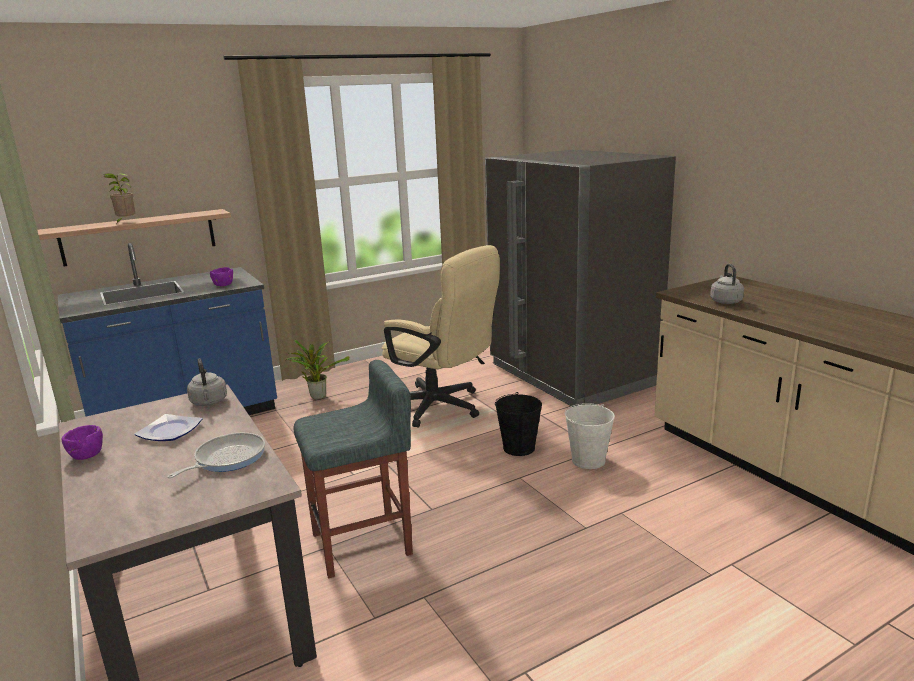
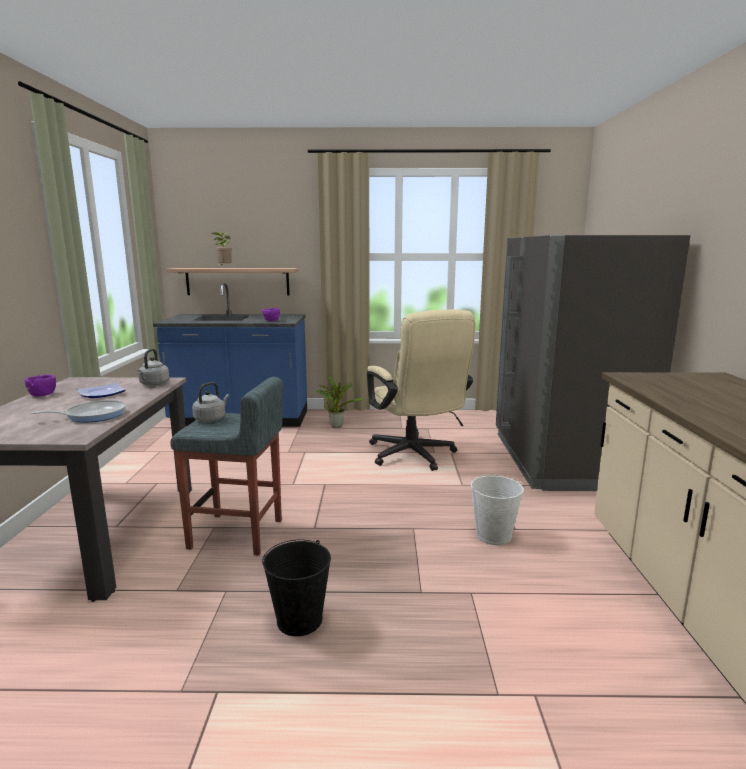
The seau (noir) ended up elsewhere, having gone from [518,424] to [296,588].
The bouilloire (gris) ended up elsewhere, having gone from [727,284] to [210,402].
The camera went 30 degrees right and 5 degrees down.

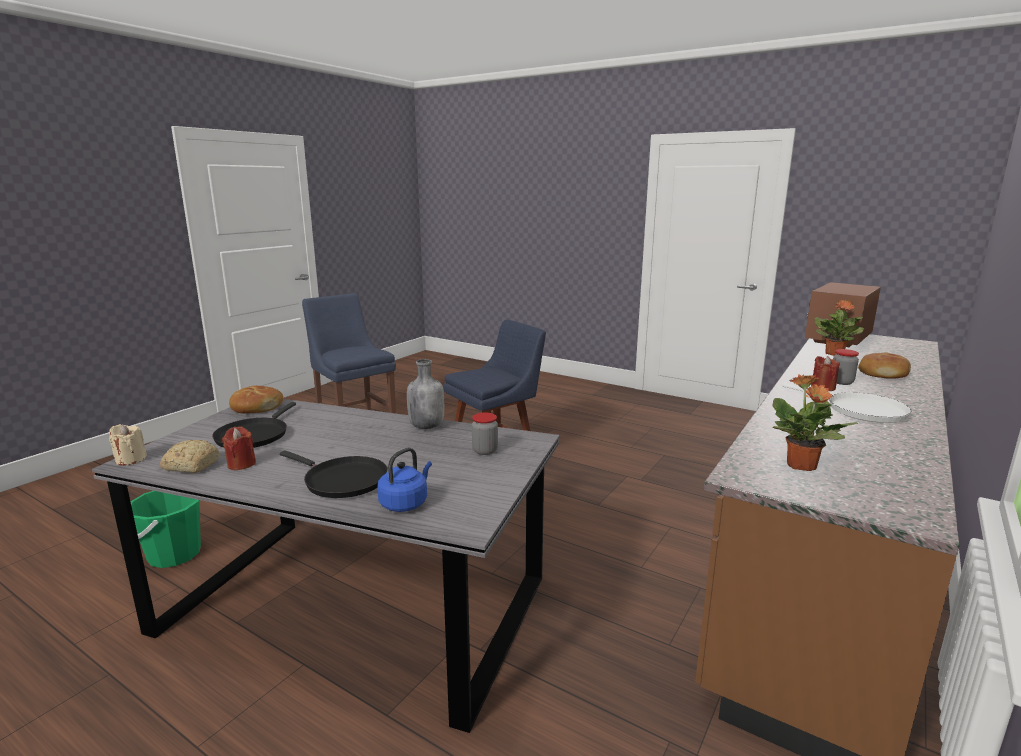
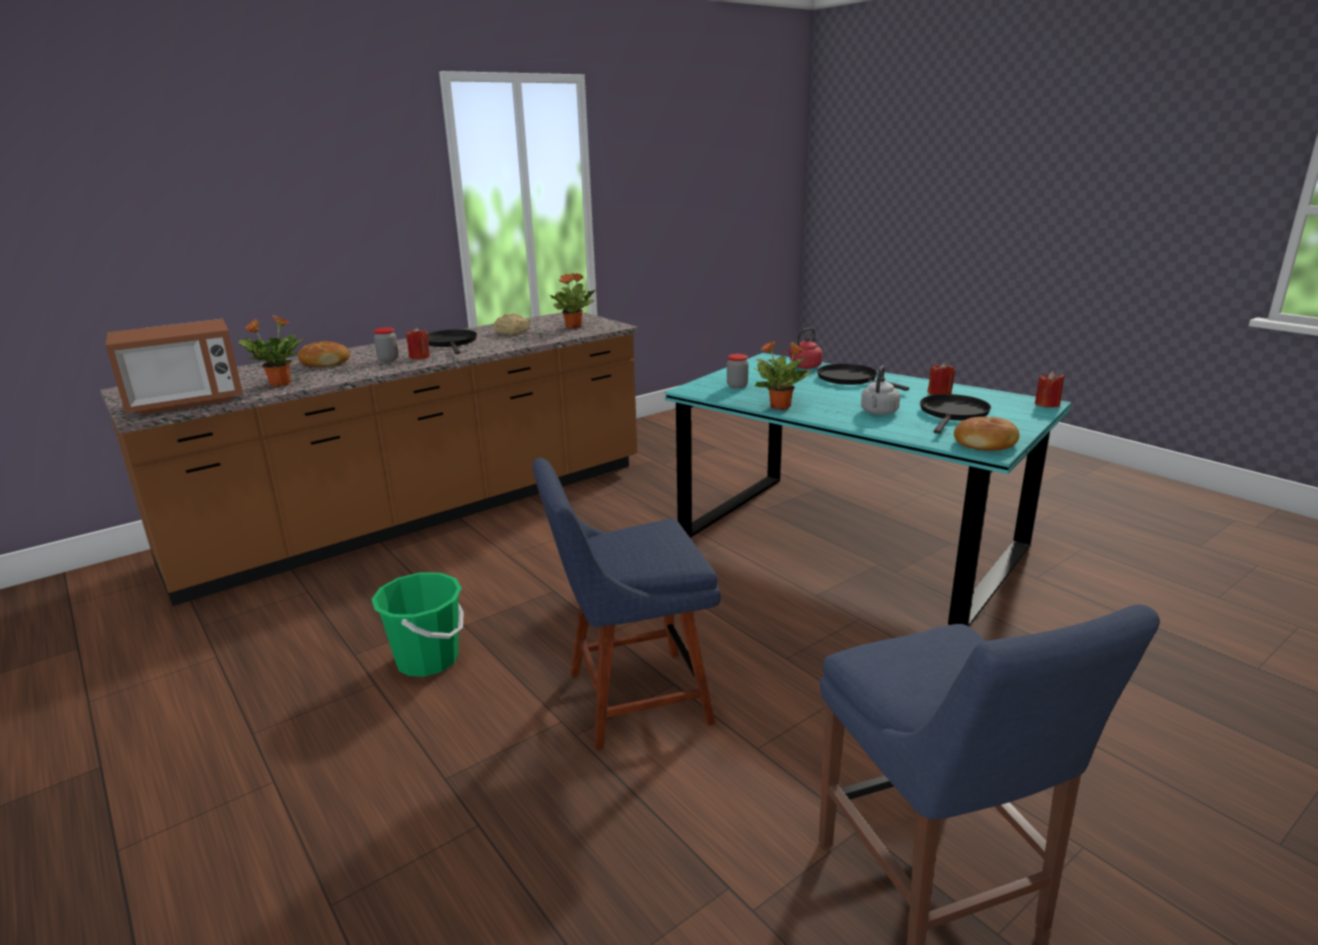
The second view gained the bouilloire (gris) at [880,390].
The seau (vert) ended up elsewhere, having gone from [166,529] to [417,624].
The pain ended up elsewhere, having gone from [190,456] to [511,324].
Where the bouteille (gris) stood at [425,394], the plante en pot came to stand at [782,375].
What was the table à manger (gris) at [326,566] turned into the table à manger (turquoise) at [868,490].
What was the bougie (beige) at [128,445] turned into the bougie (rouge) at [1050,389].
What was the bouilloire (bleu) at [404,480] turned into the bouilloire (rouge) at [804,348].
What was the poêle (blanc) at [847,403] turned into the poêle (noir) at [452,341].
The camera went 160 degrees left and 5 degrees up.

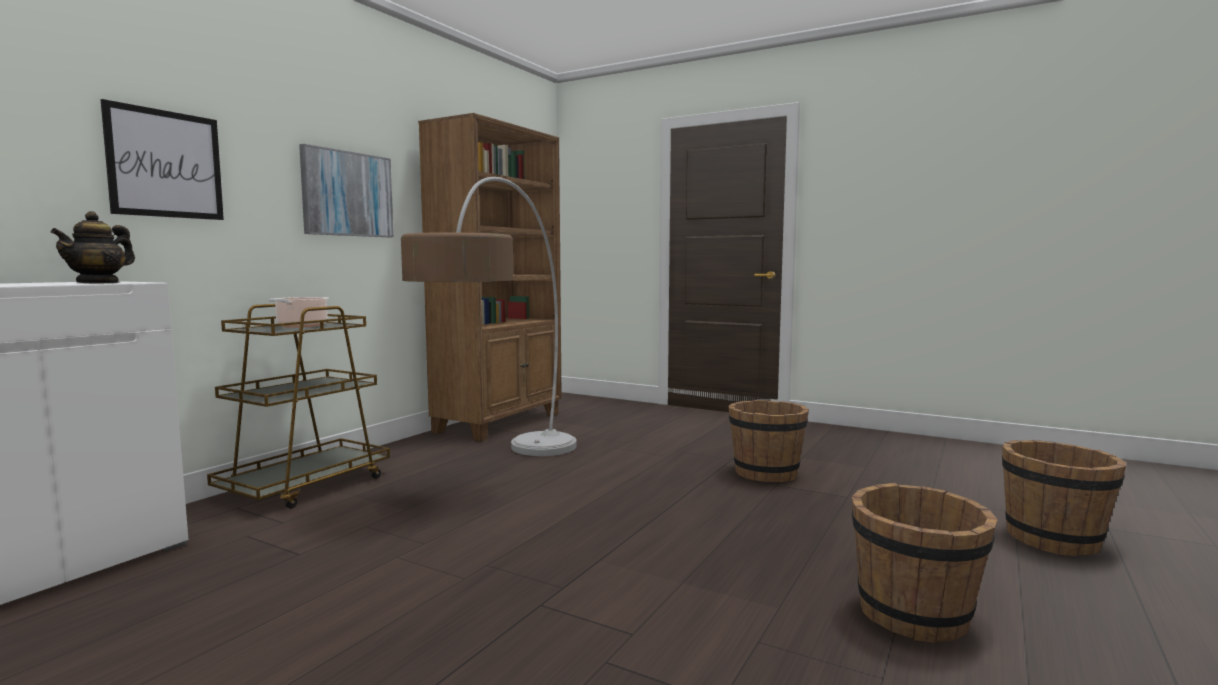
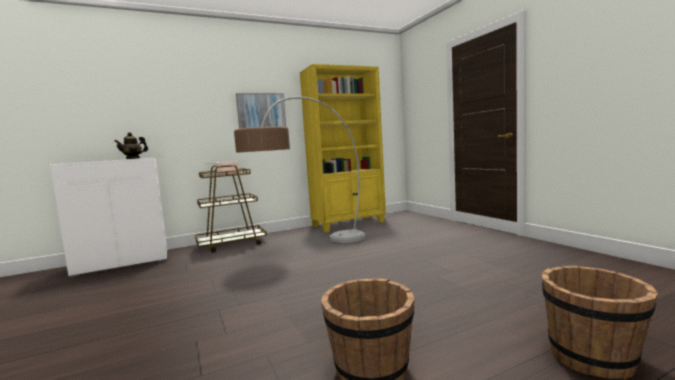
The second view lost the tableau at [162,159].
The second view lost the seau (marron) at [768,441].
What was the bibliothèque (marron) at [490,277] turned into the bibliothèque (jaune) at [343,148].
The camera went 35 degrees right and 0 degrees up.

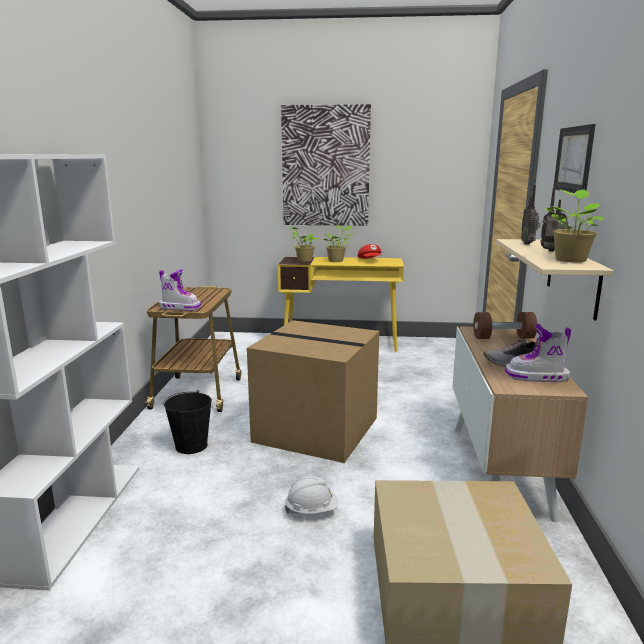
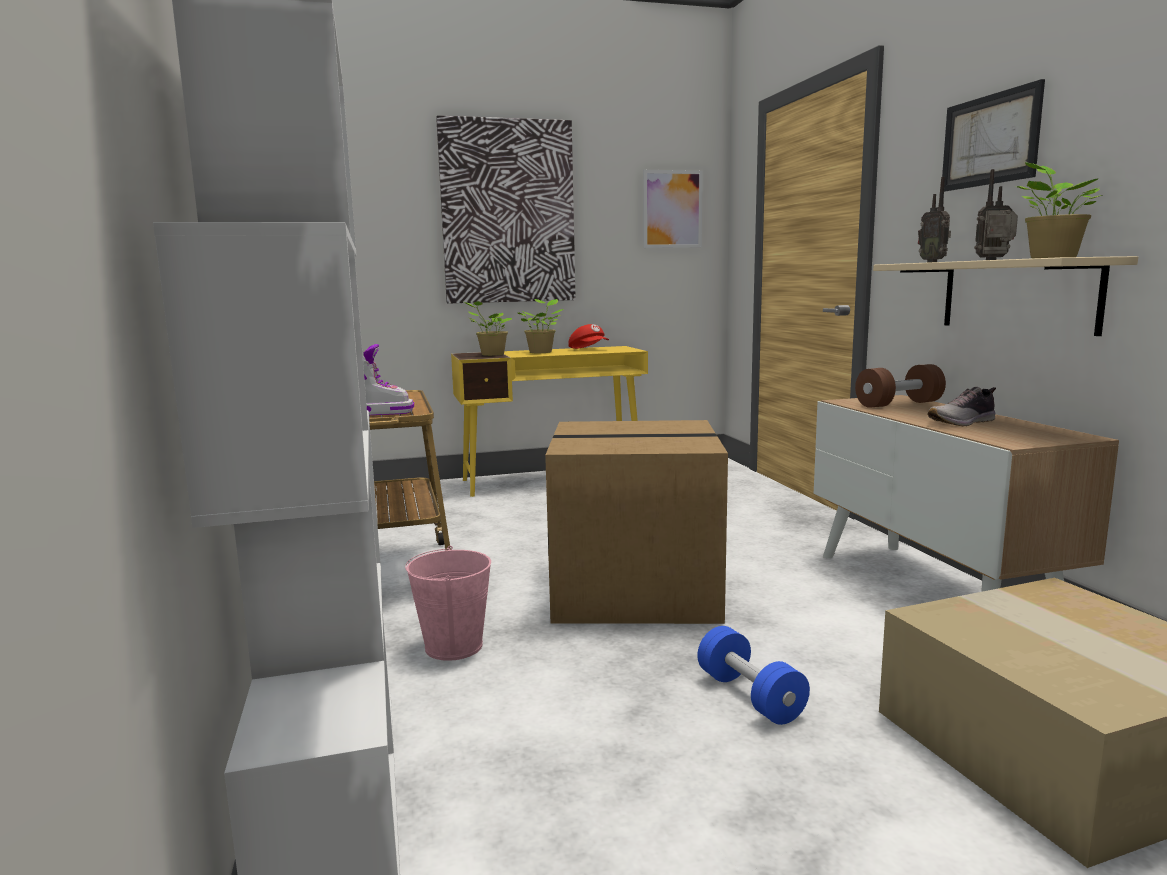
The second view lost the botte at [538,353].
The second view gained the tableau at [673,209].
Where the casque de chantier (blanc) stood at [312,495], the haltère (bleu) came to stand at [753,675].
What was the seau (noir) at [188,422] turned into the seau (rose) at [448,603].
The camera went 20 degrees left and 5 degrees down.

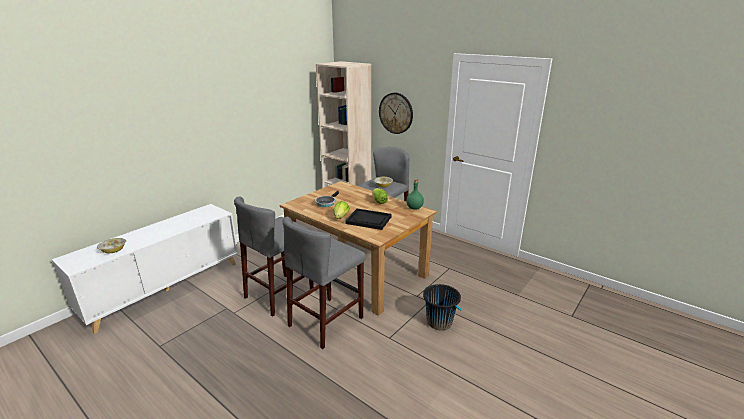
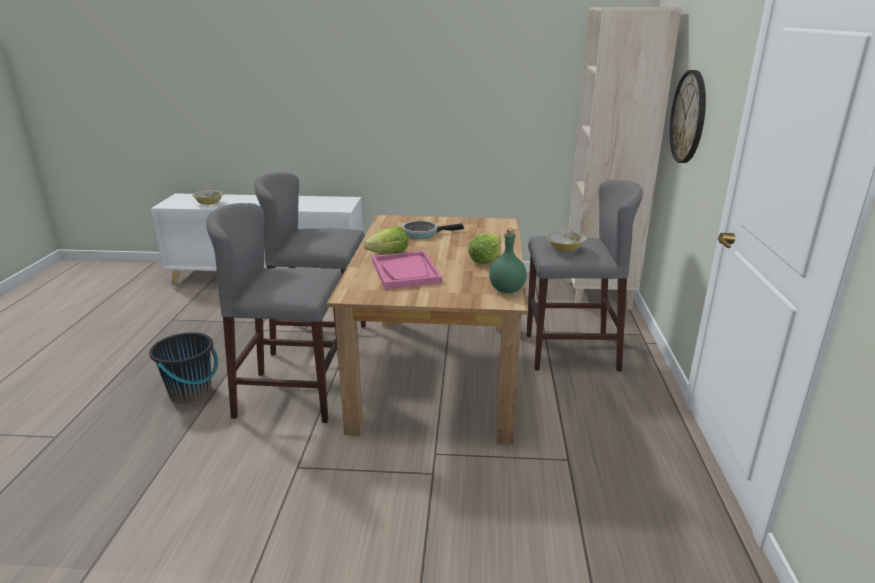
The seau (noir) ended up elsewhere, having gone from [442,307] to [183,368].
What was the plateau (noir) at [368,219] turned into the plateau (rose) at [407,270].
The camera went 55 degrees right and 0 degrees up.

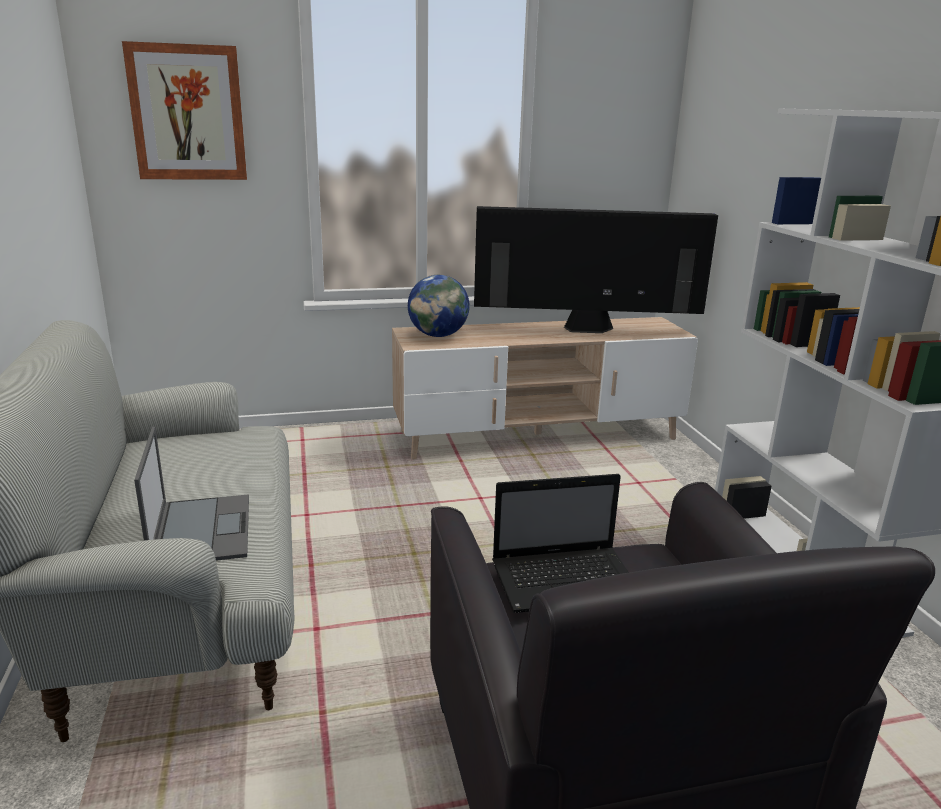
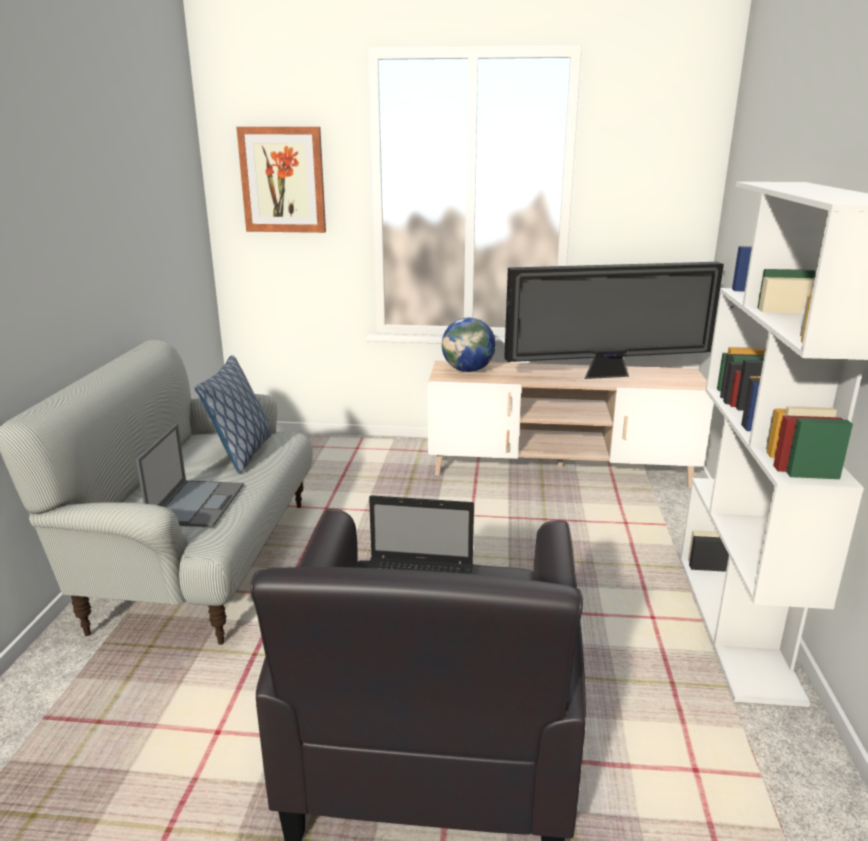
The second view gained the coussin at [233,414].
The téléviseur at [596,269] ended up facing another way, 150 degrees clockwise from before.
The camera went 20 degrees right and 0 degrees up.

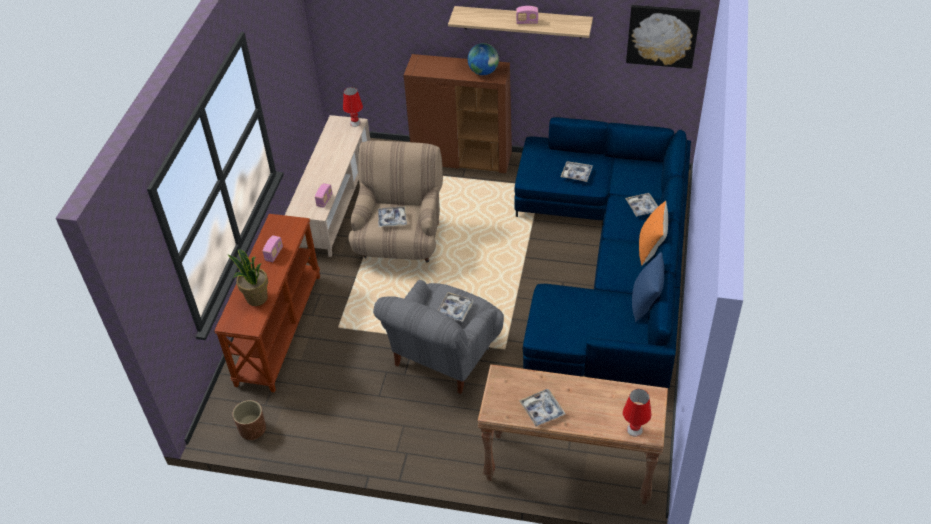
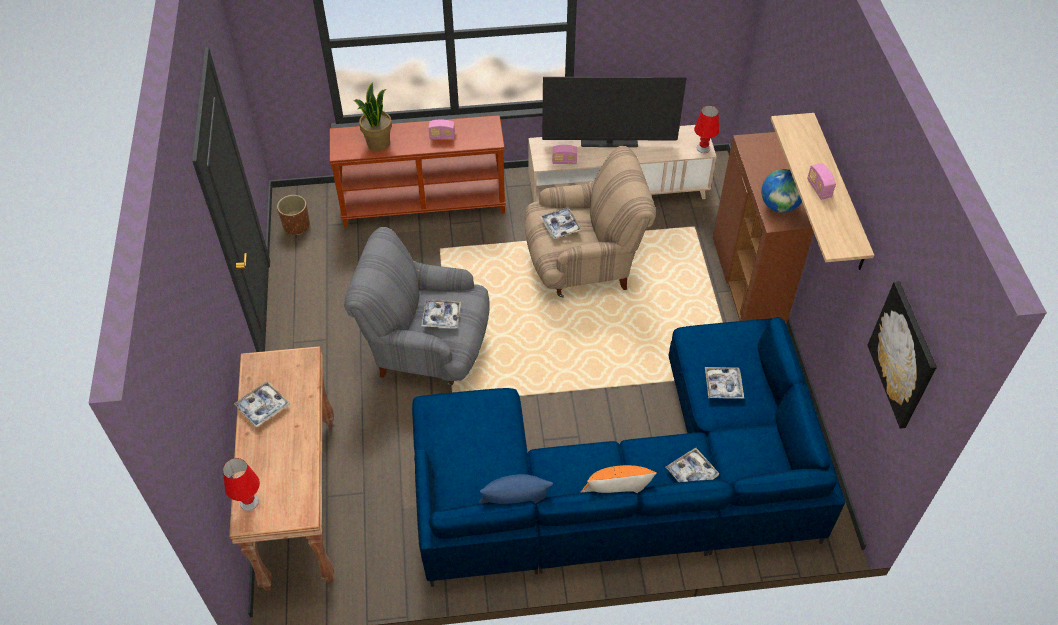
The second view gained the téléviseur at [614,112].
The camera went 70 degrees right and 5 degrees up.

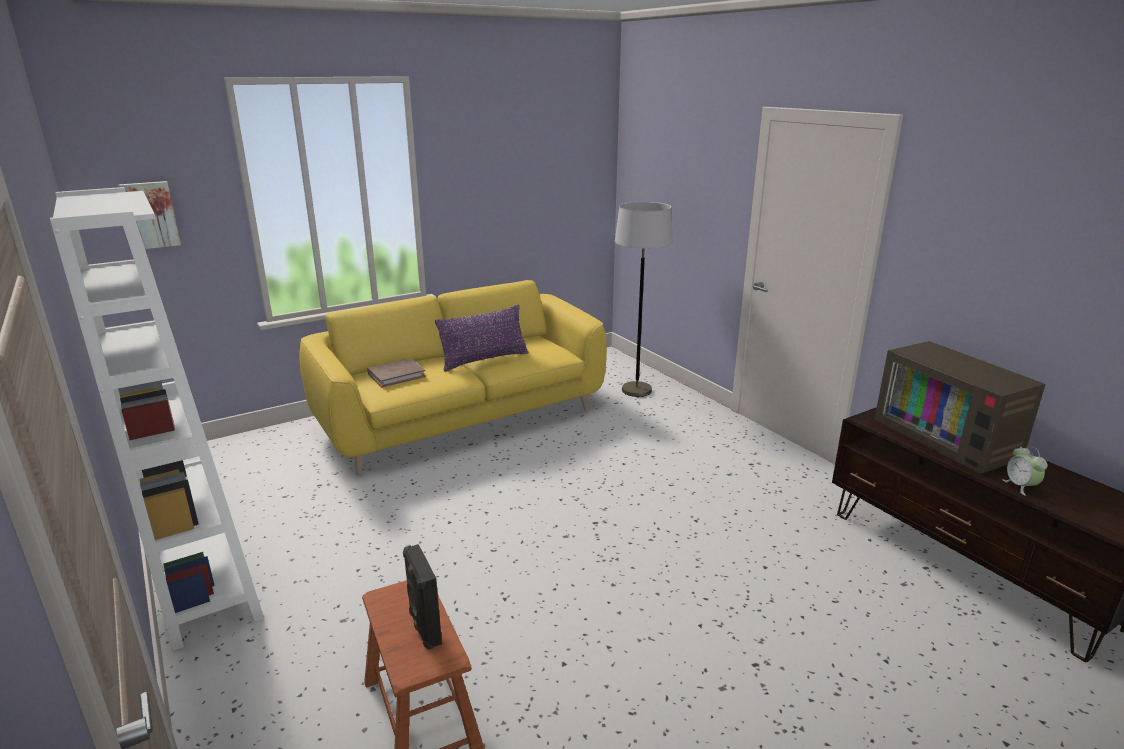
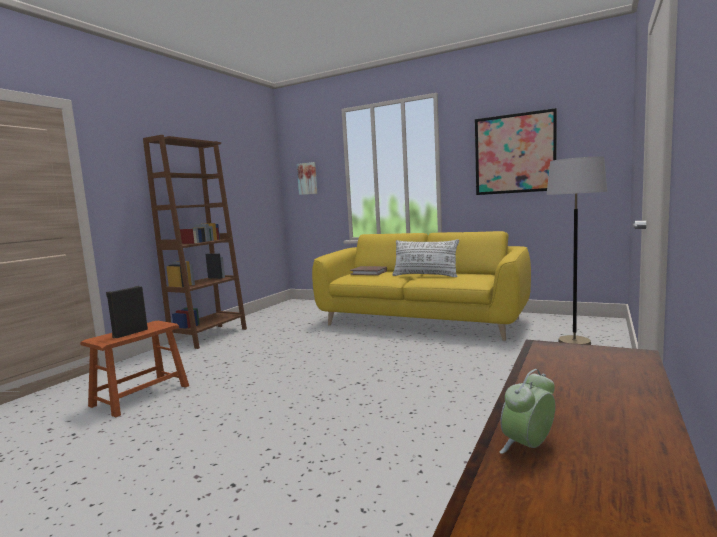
The second view lost the téléviseur at [959,407].
The second view gained the tableau at [516,151].
What was the bibliothèque (blanc) at [157,419] turned into the bibliothèque (marron) at [195,242].
What was the coussin (violet) at [481,338] turned into the coussin (blanc) at [425,258].
The camera went 60 degrees right and 15 degrees down.

